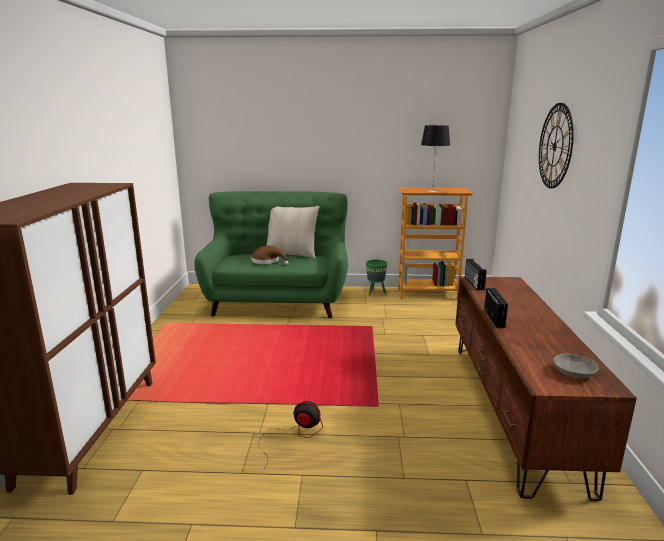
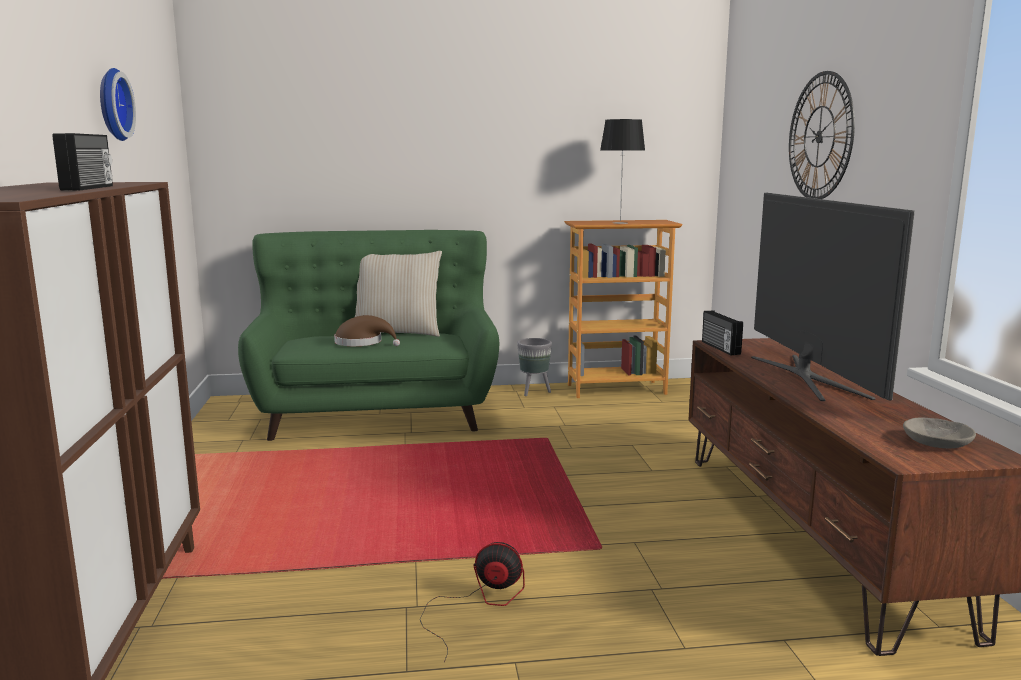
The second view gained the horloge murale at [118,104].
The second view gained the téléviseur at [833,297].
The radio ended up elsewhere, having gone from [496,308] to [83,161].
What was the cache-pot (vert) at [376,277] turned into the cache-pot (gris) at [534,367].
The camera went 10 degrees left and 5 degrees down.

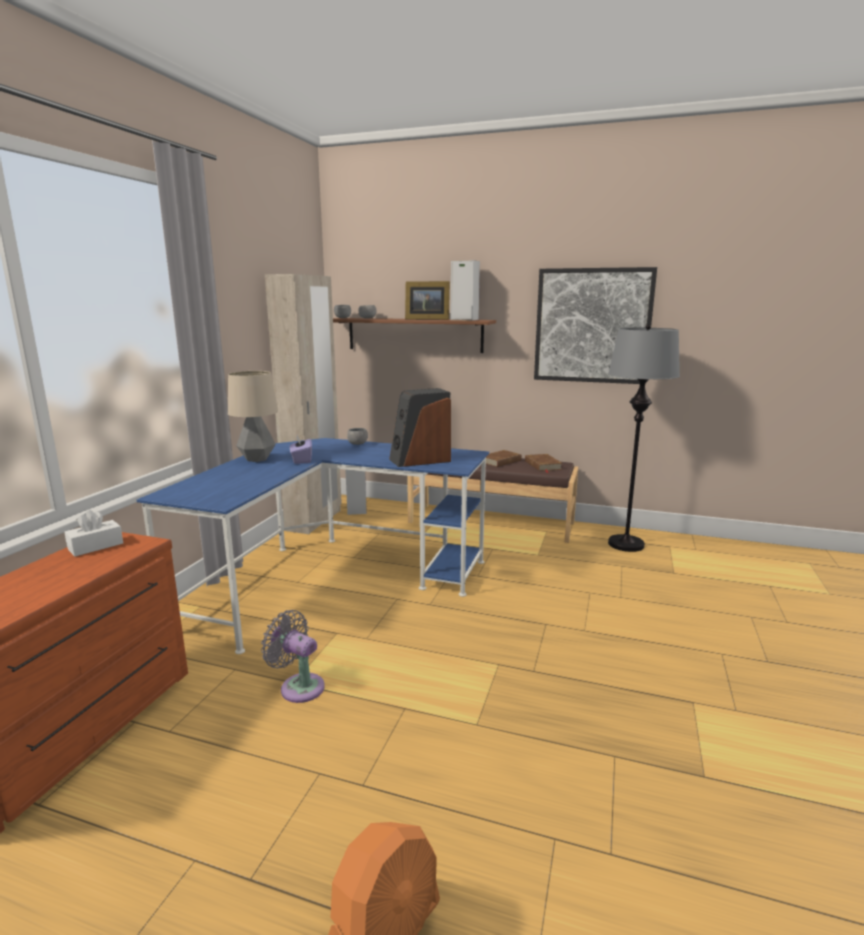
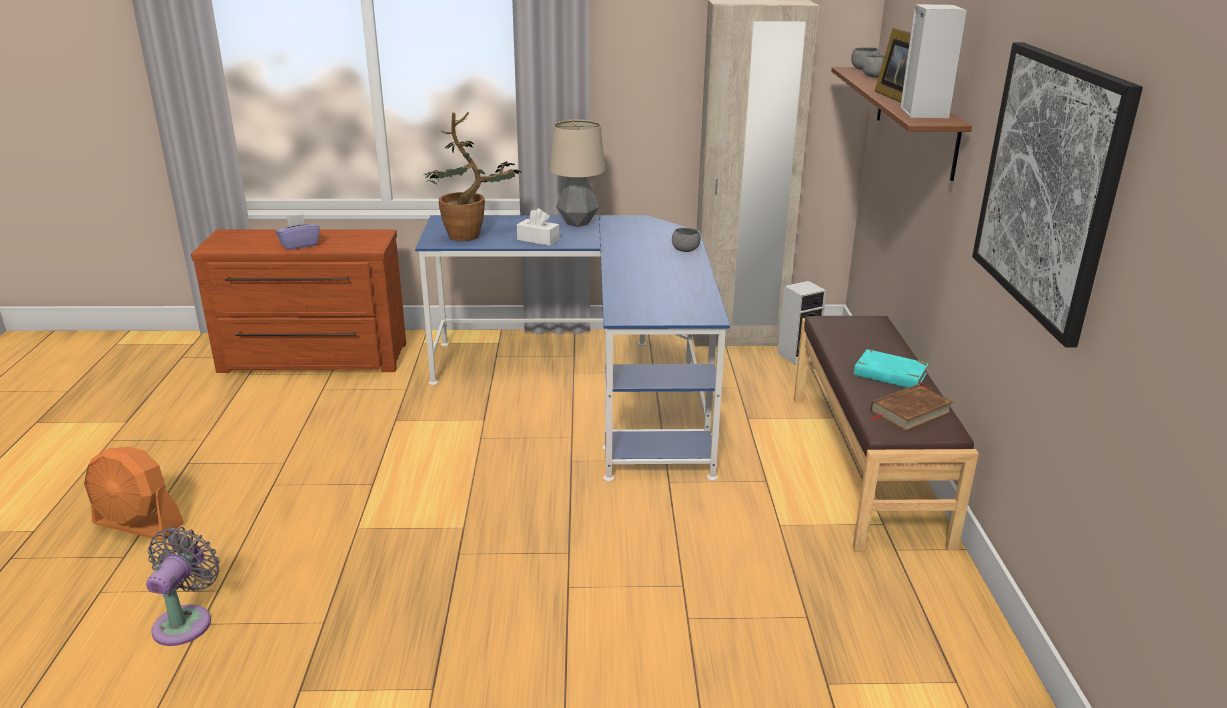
The second view lost the enceinte at [420,427].
The second view lost the lampadaire (gris) at [644,438].
The second view gained the plante en pot at [473,176].
The boîte à mouchoirs (blanc) ended up elsewhere, having gone from [94,533] to [538,227].
The ventilateur (gris) ended up elsewhere, having gone from [293,656] to [183,586].
The boîte à mouchoirs (violet) ended up elsewhere, having gone from [301,449] to [298,232].
What was the livre (marron) at [504,458] turned into the livre (turquoise) at [892,369].
The camera went 70 degrees right and 10 degrees up.

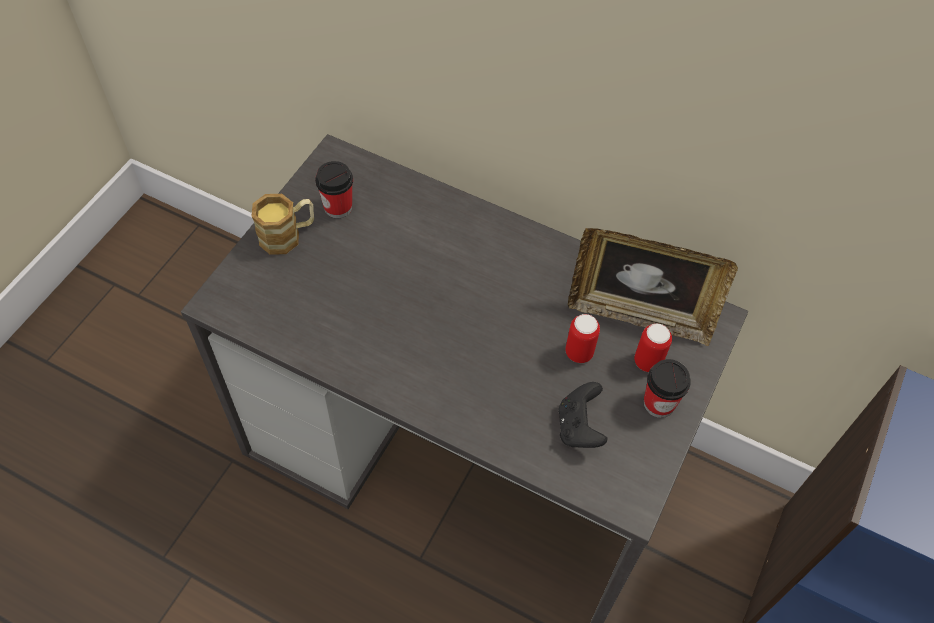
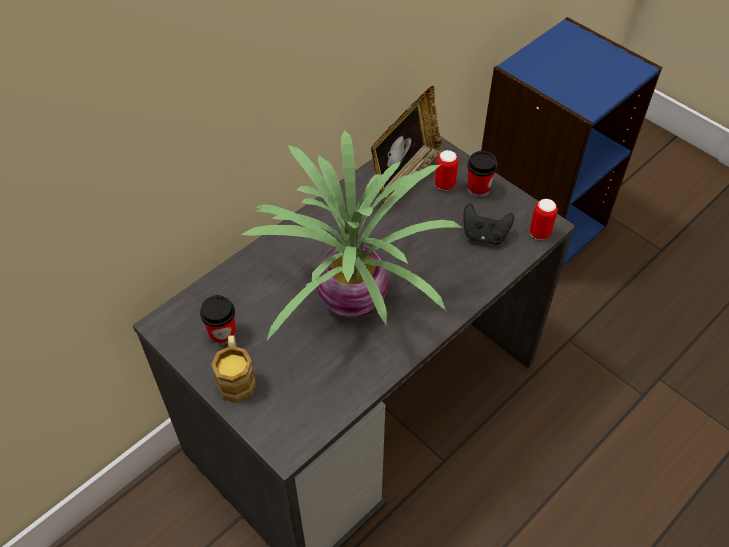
The second view gained the plante en pot at [352,235].
The boîte métallique ended up elsewhere, having gone from [582,338] to [544,219].
The camera went 70 degrees left and 5 degrees down.

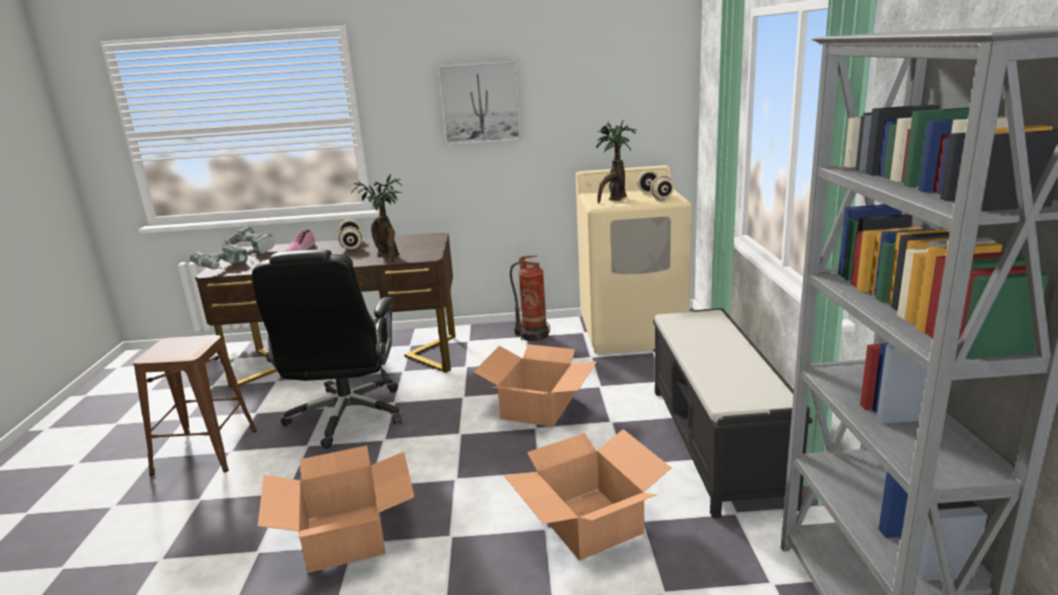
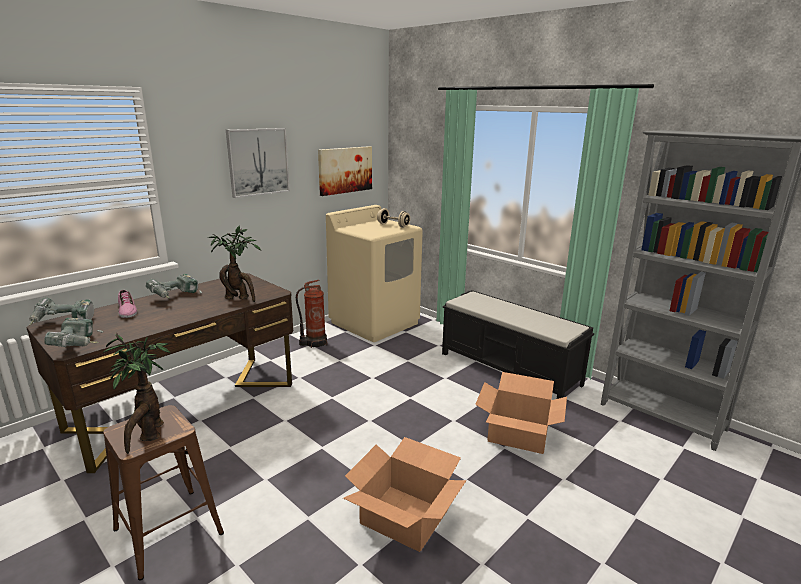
The second view lost the chaise de bureau (noir) at [327,349].
The second view lost the carton at [535,385].
The second view gained the tableau at [345,171].
The plante en pot ended up elsewhere, having gone from [616,162] to [136,393].
Where the haltère (beige) stood at [350,234], the perceuse came to stand at [174,286].
The camera went 45 degrees left and 0 degrees up.

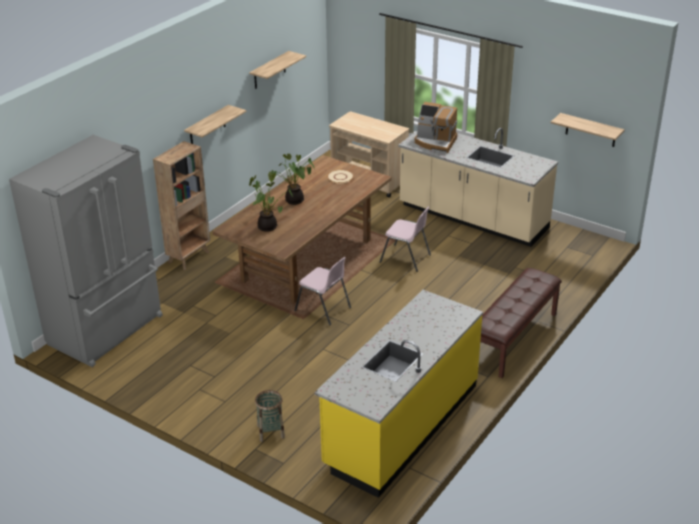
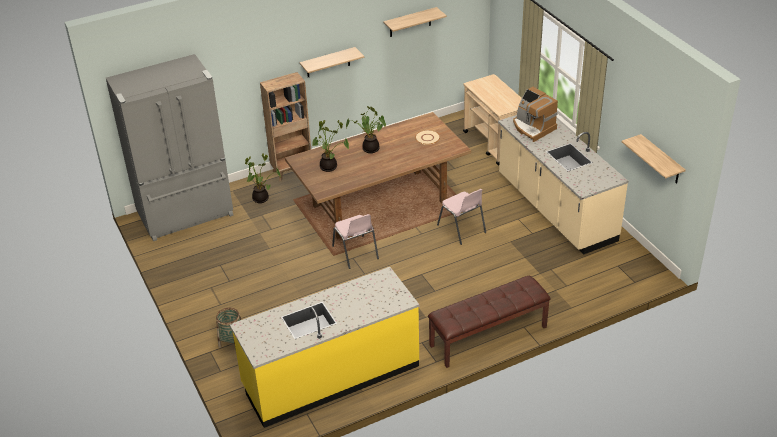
The second view gained the plante en pot at [263,178].
The camera went 30 degrees right and 5 degrees up.

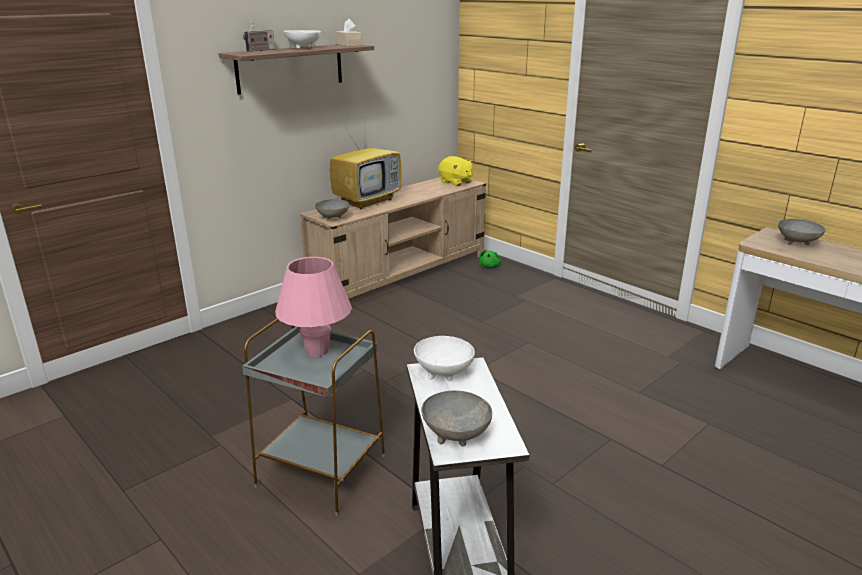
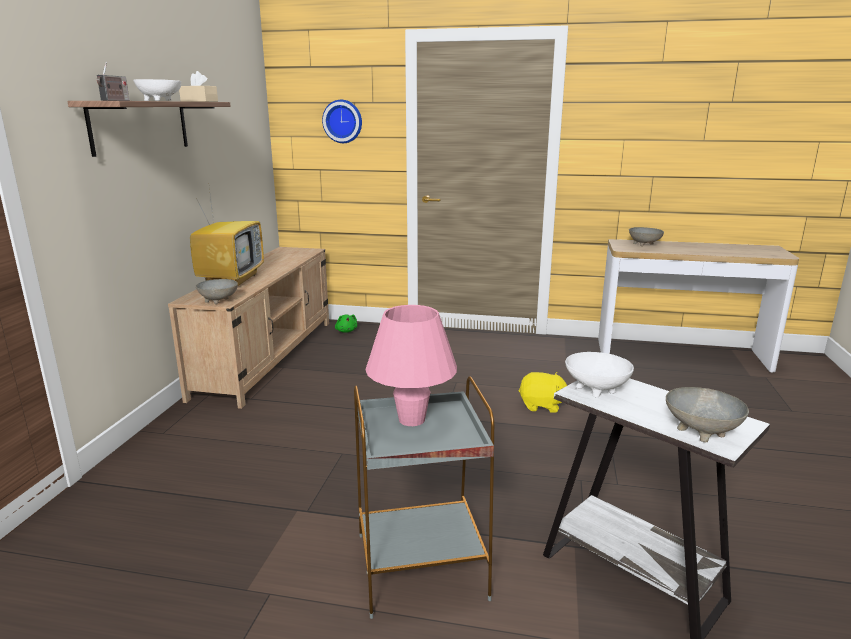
The second view gained the horloge murale at [342,121].
The peluche (jaune) ended up elsewhere, having gone from [456,171] to [543,392].
The camera went 35 degrees left and 5 degrees down.

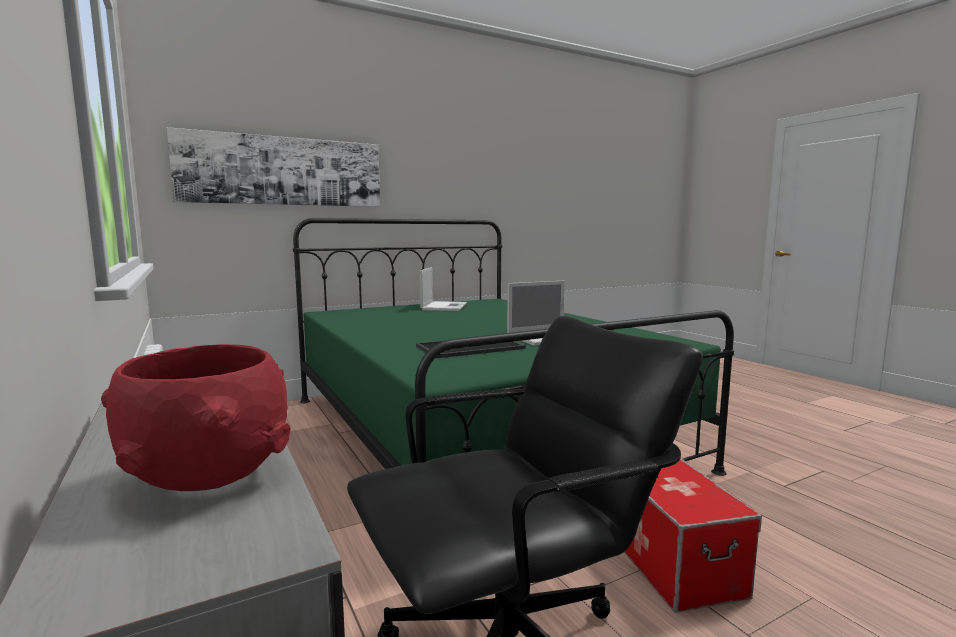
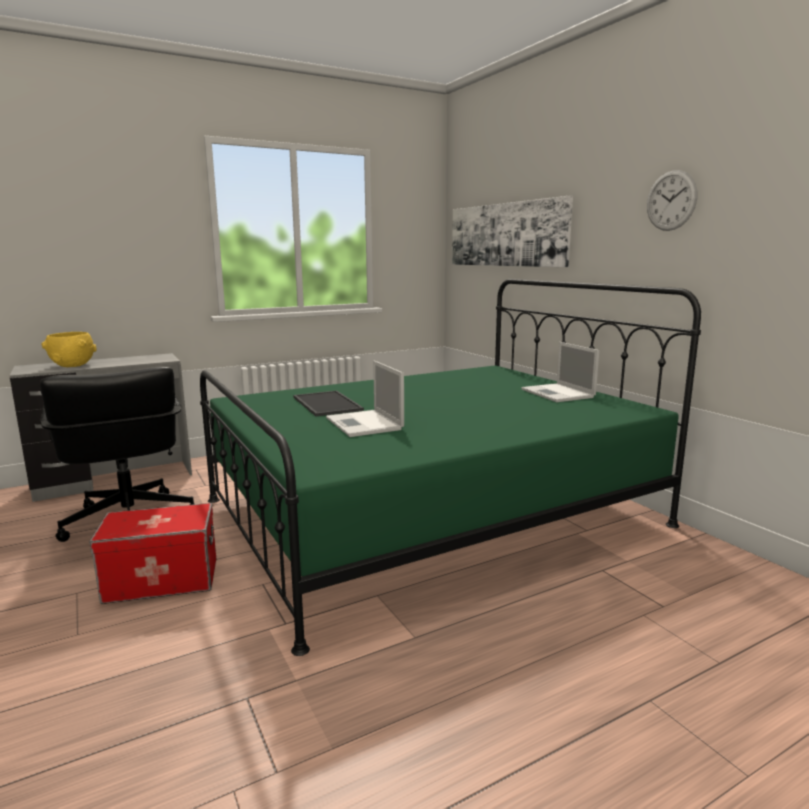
The second view gained the horloge murale at [672,200].
What was the bol (rouge) at [196,417] turned into the bol (jaune) at [69,349].
The ordinateur portable at [443,289] ended up facing another way, 60 degrees clockwise from before.
The camera went 90 degrees right and 5 degrees up.

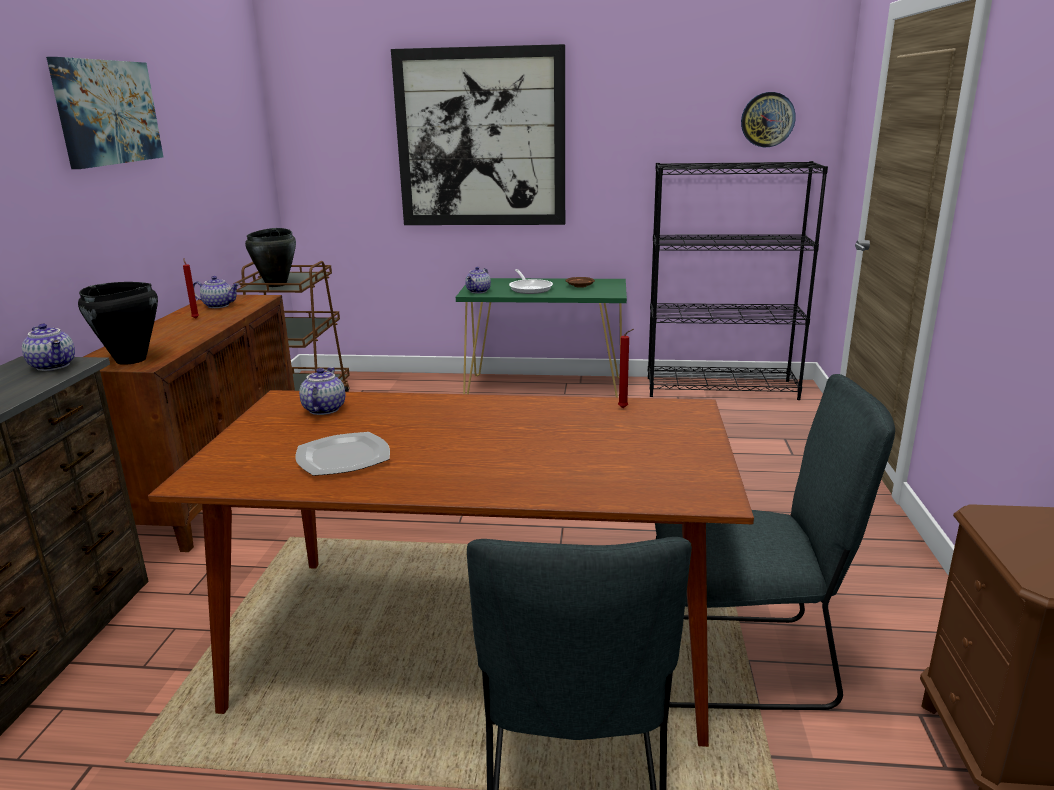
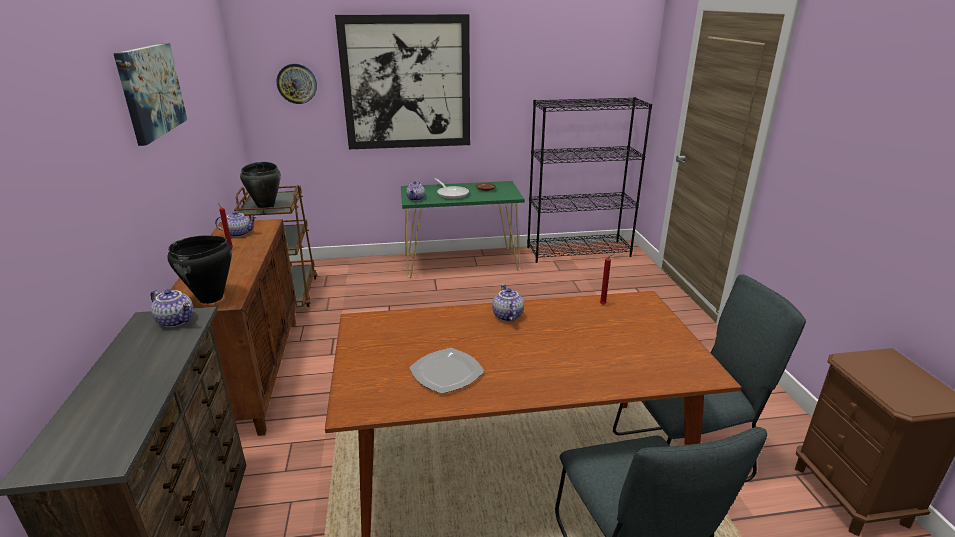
The théière ended up elsewhere, having gone from [322,391] to [508,303].
The horloge murale ended up elsewhere, having gone from [768,119] to [296,84].
The camera went 15 degrees left and 5 degrees up.

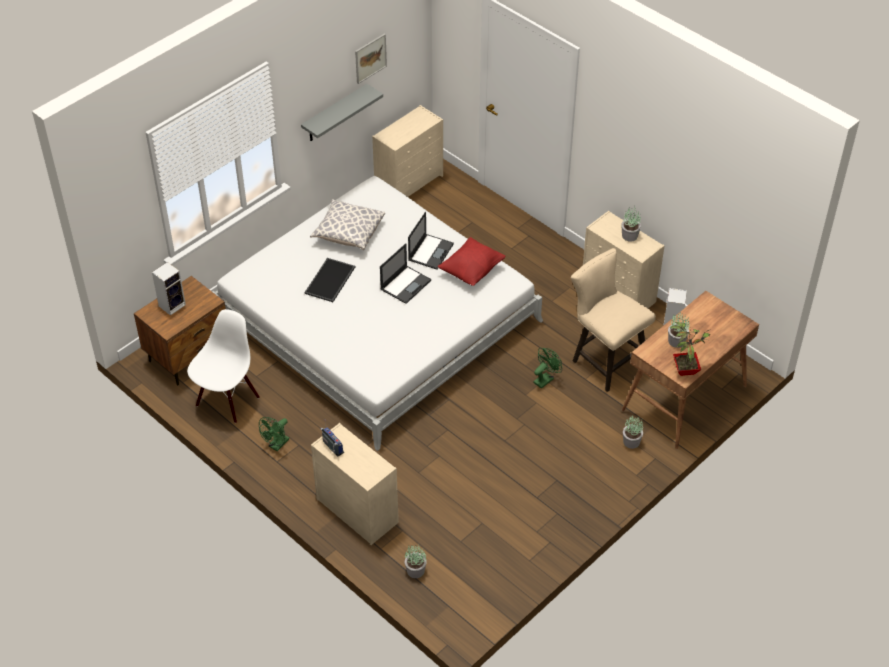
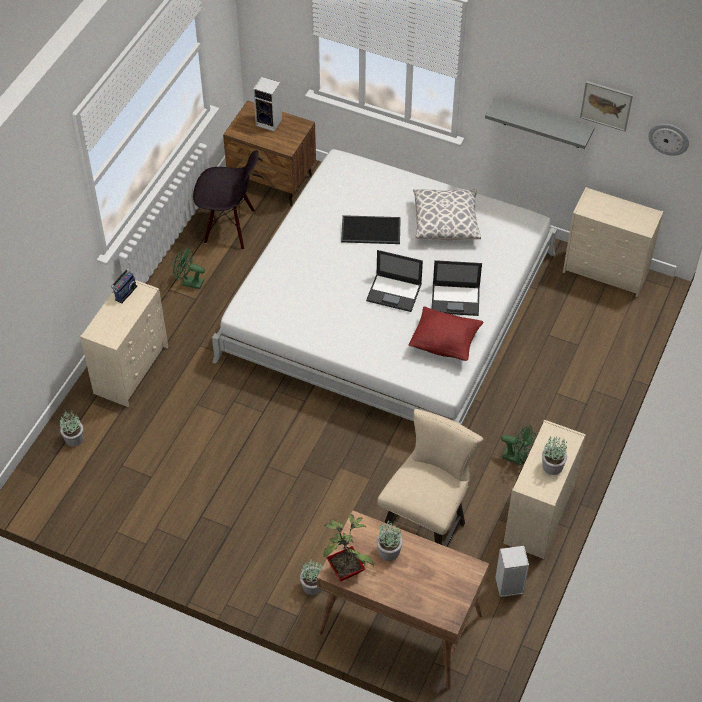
The second view gained the horloge murale at [668,140].
The ventilateur (vert) ended up elsewhere, having gone from [548,368] to [518,445].
What was the chaise (blanc) at [223,366] turned into the chaise (noir) at [226,200].
The camera went 70 degrees right and 5 degrees up.

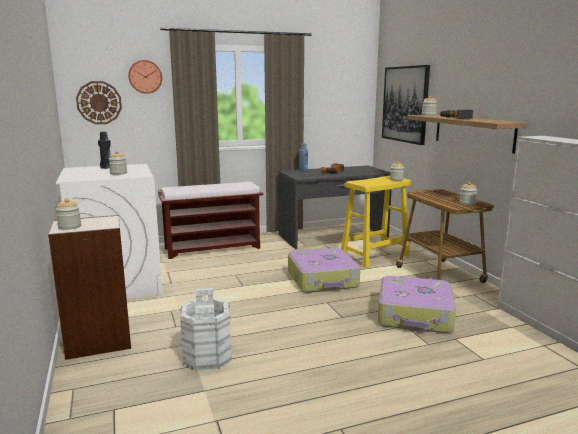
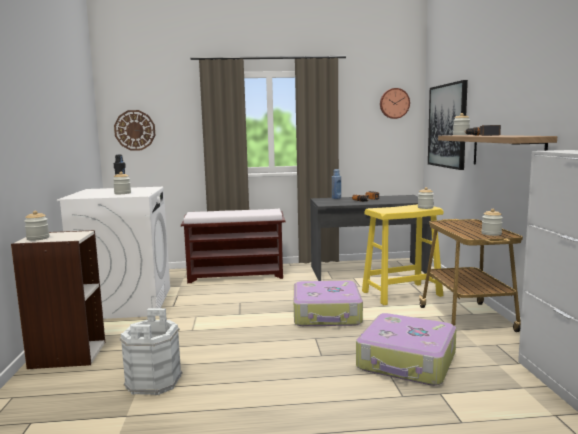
The horloge murale ended up elsewhere, having gone from [145,77] to [395,103].
The camera went 15 degrees right and 5 degrees down.

